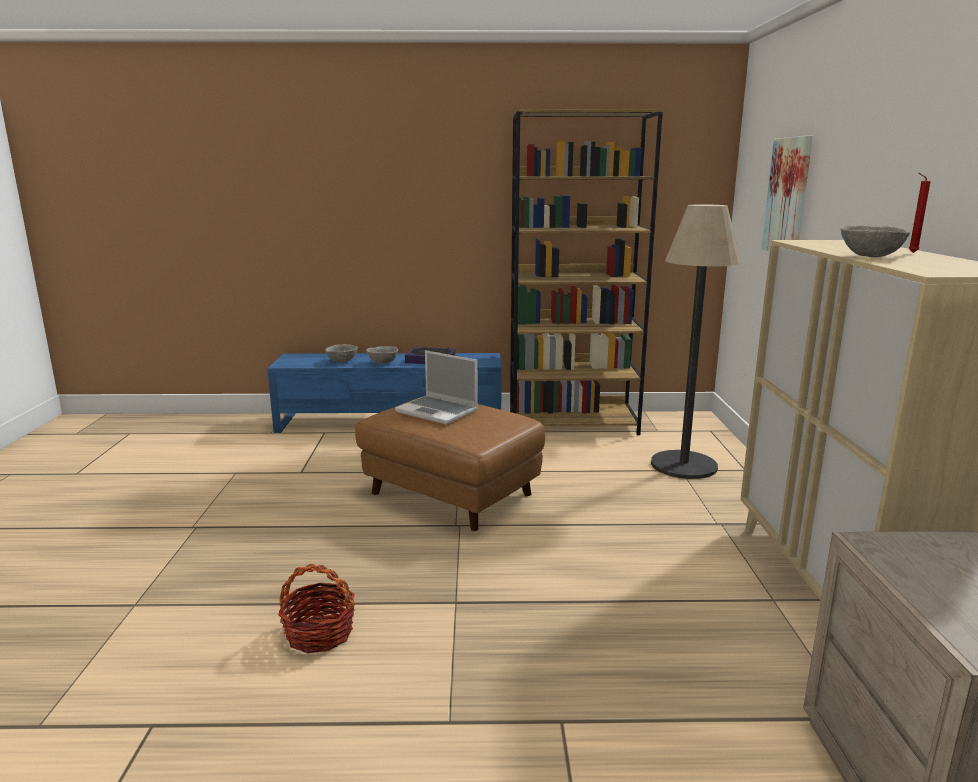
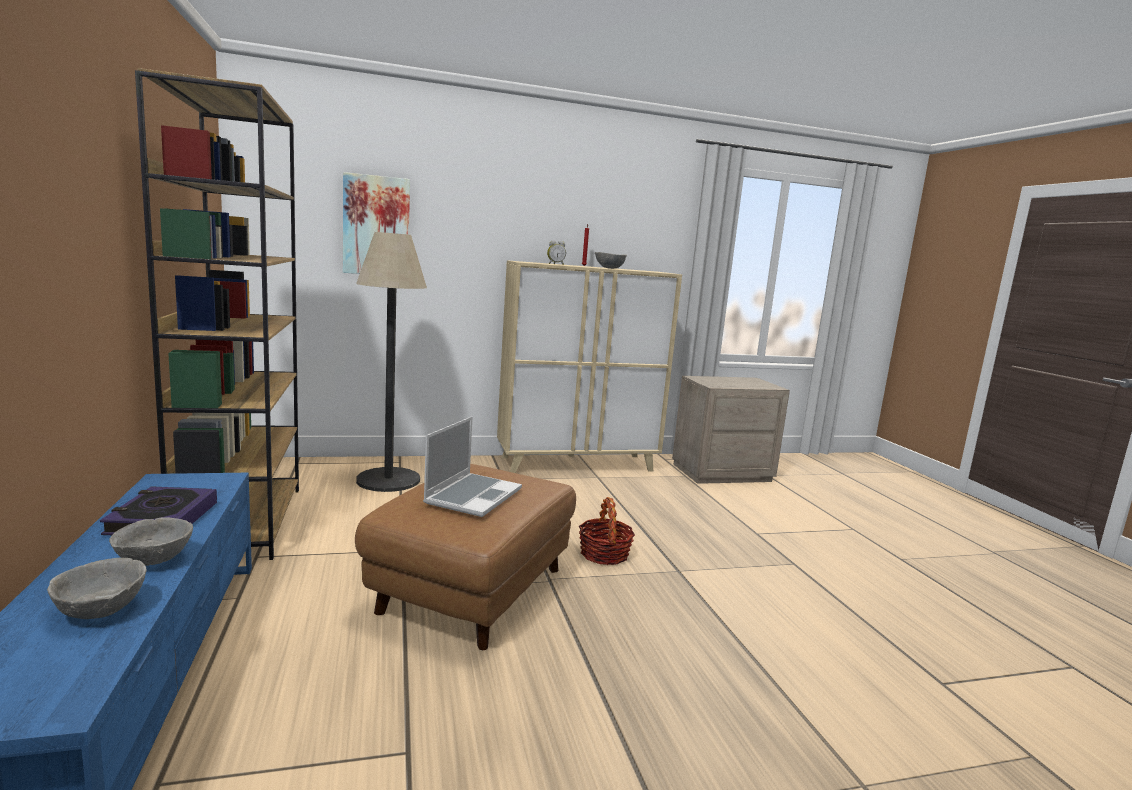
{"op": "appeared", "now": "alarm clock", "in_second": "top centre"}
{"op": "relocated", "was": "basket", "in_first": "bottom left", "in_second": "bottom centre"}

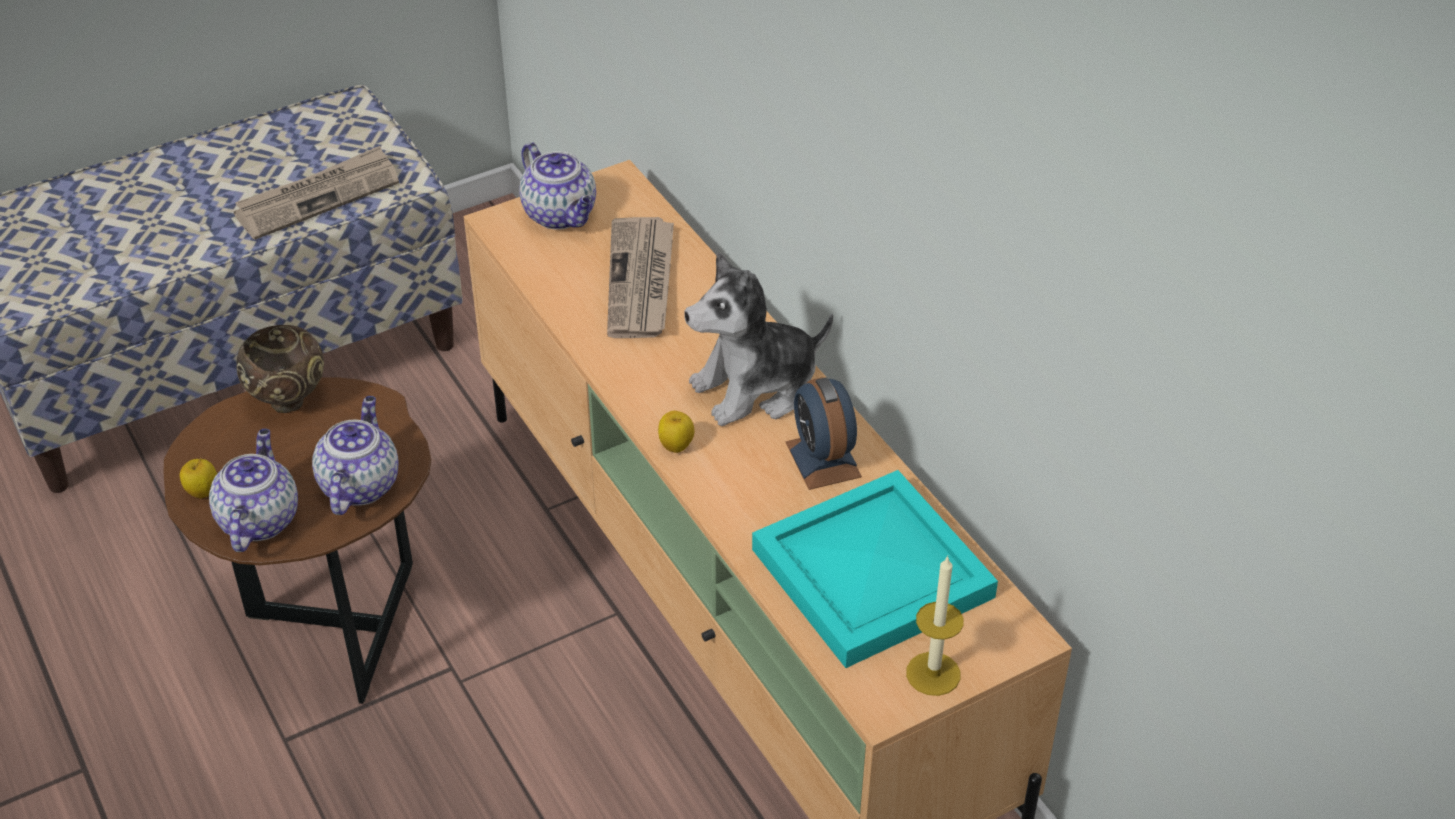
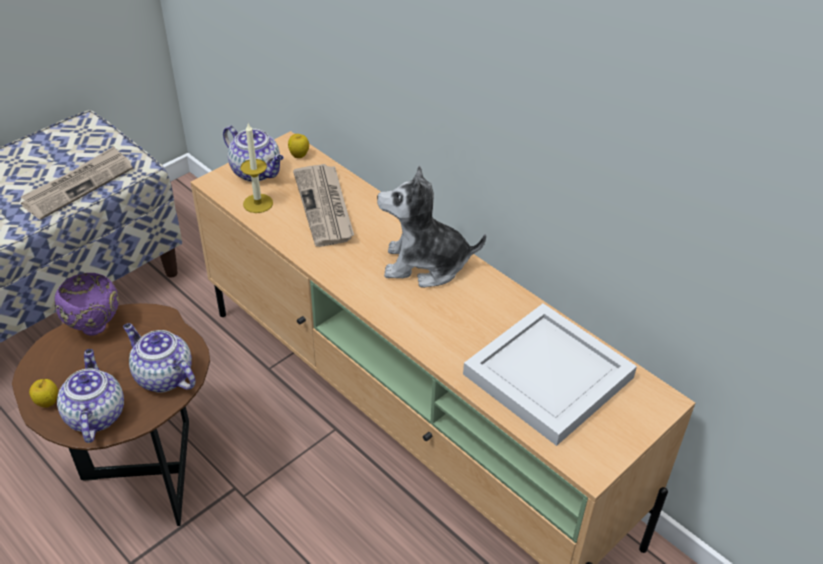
{"op": "colour", "was": "bowl (brown)", "now": "bowl (purple)", "in_first": "middle left", "in_second": "middle left"}
{"op": "spun", "was": "teapot (no. 2 from left)", "in_first": "middle left", "in_second": "middle left", "clockwise": -45}
{"op": "relocated", "was": "candle", "in_first": "bottom centre", "in_second": "top left"}
{"op": "relocated", "was": "apple (no. 2 from left)", "in_first": "centre", "in_second": "top centre"}
{"op": "spun", "was": "plush toy", "in_first": "centre", "in_second": "centre", "clockwise": 45}
{"op": "colour", "was": "tray (turquoise)", "now": "tray (white)", "in_first": "bottom centre", "in_second": "middle right"}
{"op": "missing", "was": "alarm clock", "in_first": "centre"}

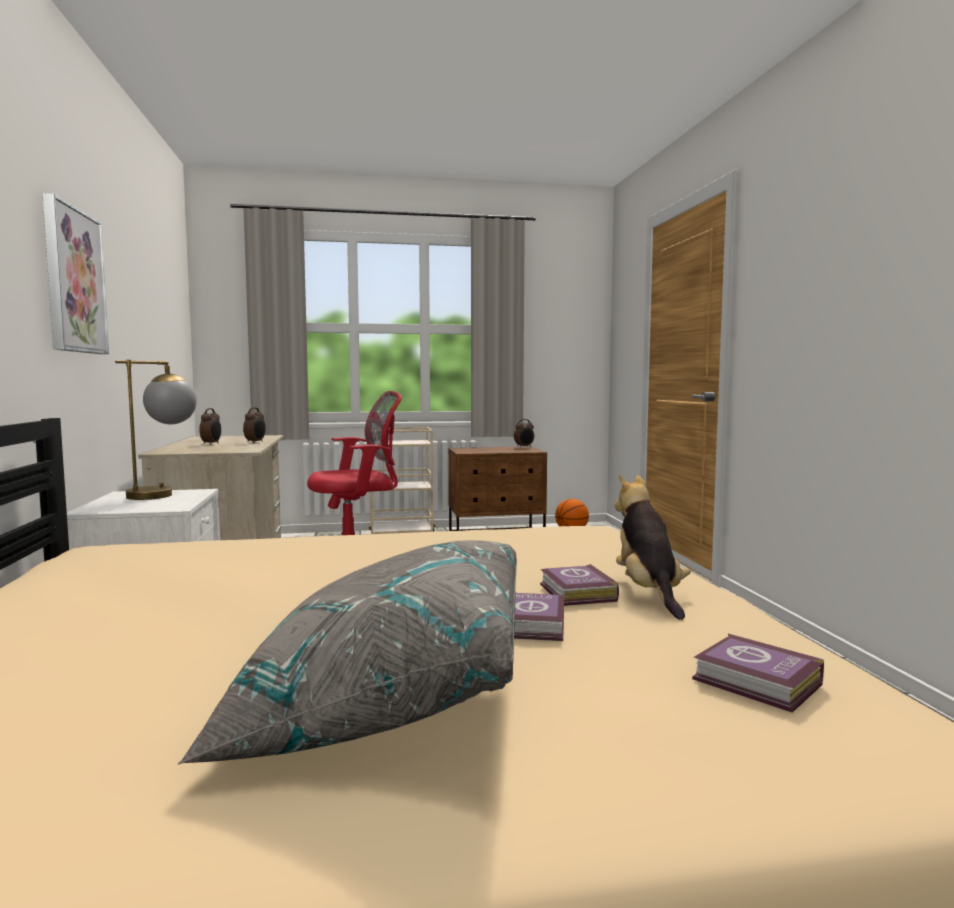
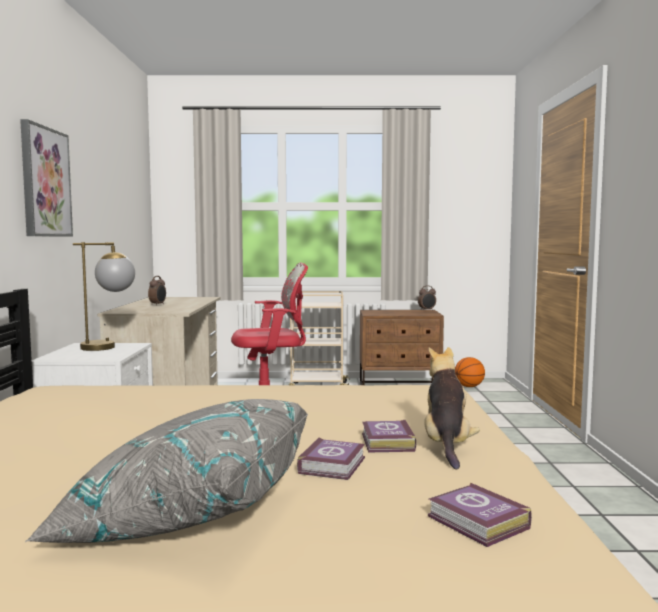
{"op": "missing", "was": "alarm clock (no. 2 from left)", "in_first": "middle left"}

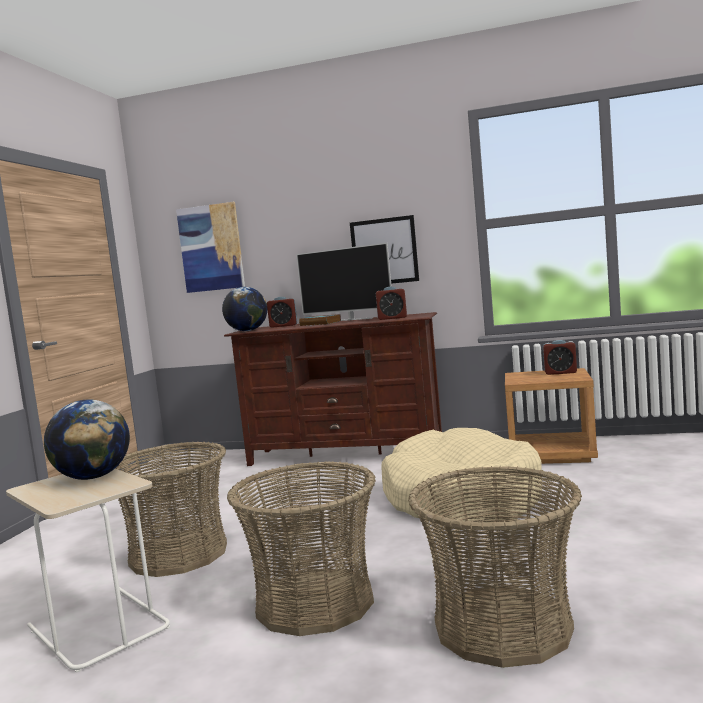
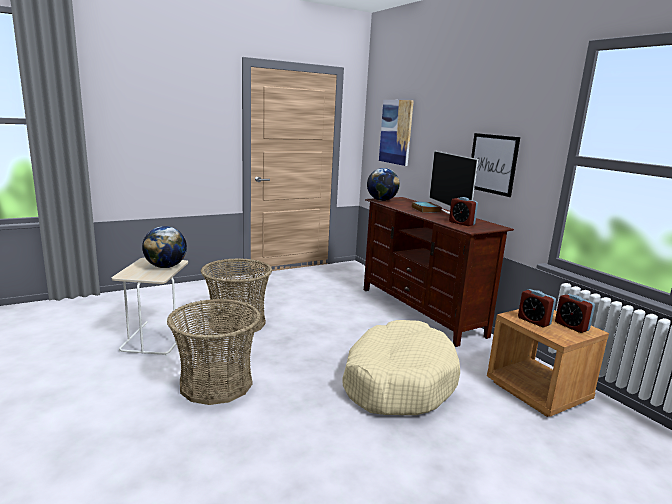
{"op": "relocated", "was": "alarm clock (no. 1 from left in the first image)", "now": "alarm clock (no. 2 from left)", "in_first": "centre", "in_second": "middle right"}
{"op": "missing", "was": "basket (no. 3 from left)", "in_first": "bottom right"}

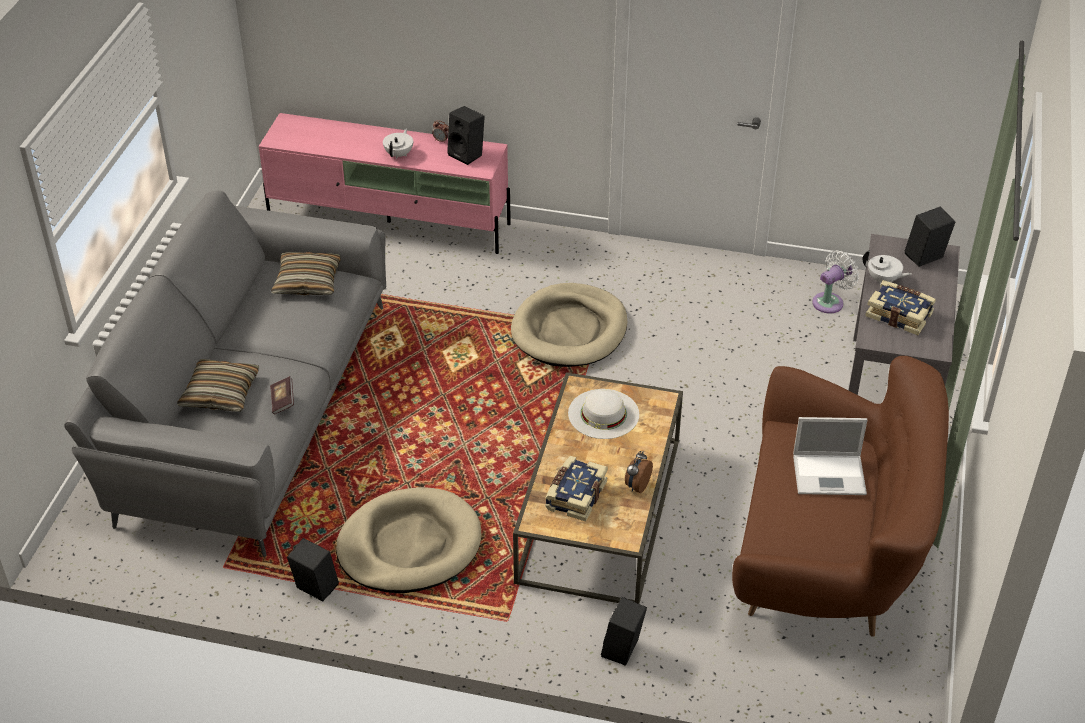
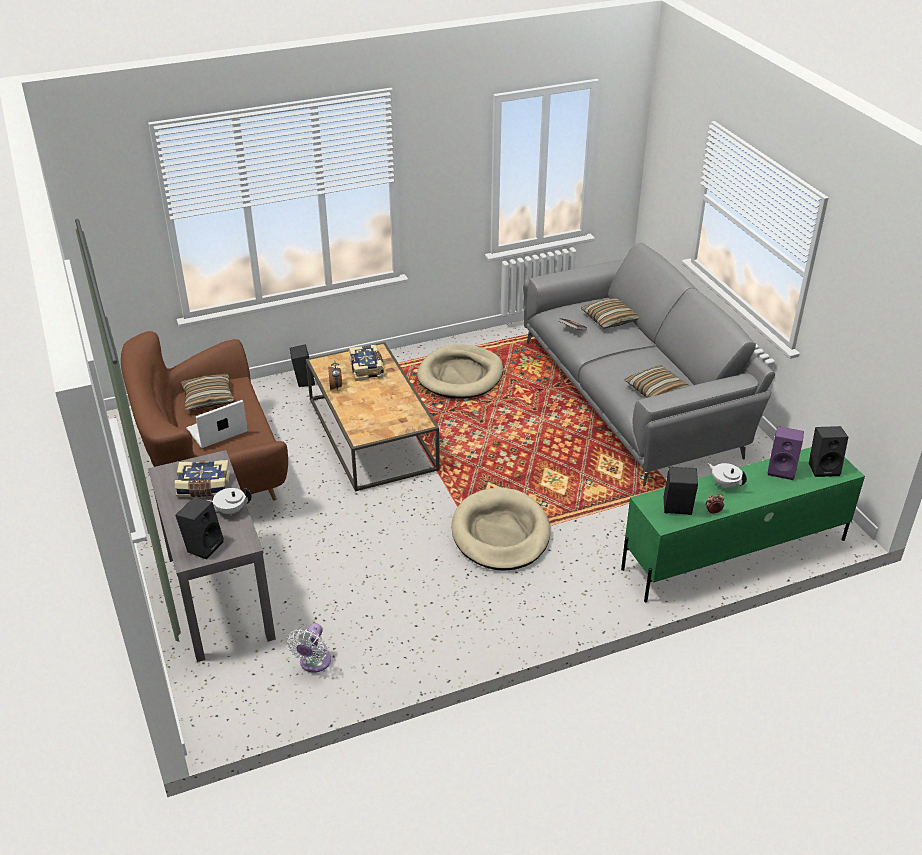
{"op": "appeared", "now": "pillow (no. 1 from left)", "in_second": "middle left"}
{"op": "colour", "was": "tv stand (pink)", "now": "tv stand (green)", "in_first": "top centre", "in_second": "middle right"}
{"op": "spun", "was": "teapot (white) (no. 1 from left in the first image)", "in_first": "top centre", "in_second": "middle right", "clockwise": 150}
{"op": "appeared", "now": "speaker (purple)", "in_second": "middle right"}
{"op": "relocated", "was": "speaker (black) (no. 1 from left in the first image)", "now": "speaker (black) (no. 4 from left)", "in_first": "bottom left", "in_second": "middle right"}
{"op": "missing", "was": "hat (white)", "in_first": "centre"}

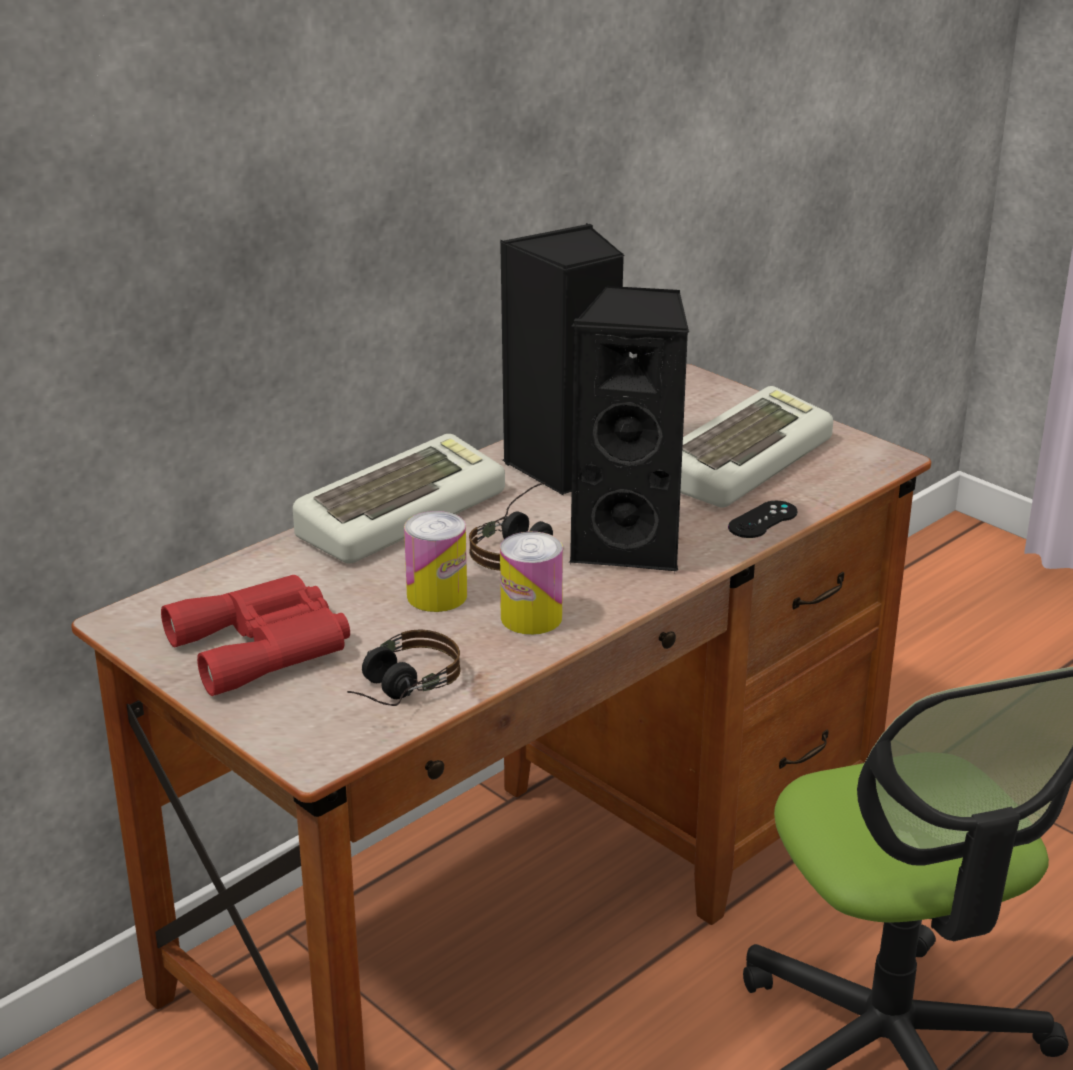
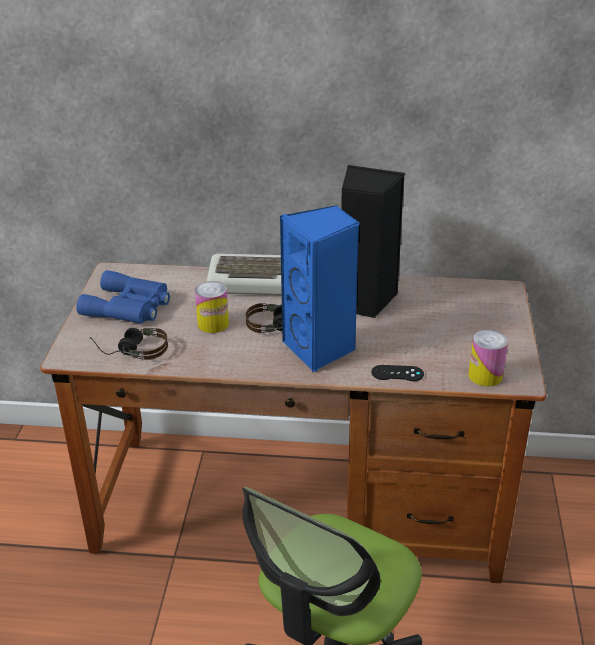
{"op": "colour", "was": "binoculars (red)", "now": "binoculars (blue)", "in_first": "middle left", "in_second": "middle left"}
{"op": "colour", "was": "speaker (black) (no. 2 from left)", "now": "speaker (blue)", "in_first": "centre", "in_second": "centre"}
{"op": "relocated", "was": "can (no. 2 from left)", "in_first": "centre", "in_second": "middle right"}
{"op": "missing", "was": "keyboard (no. 2 from left)", "in_first": "middle right"}

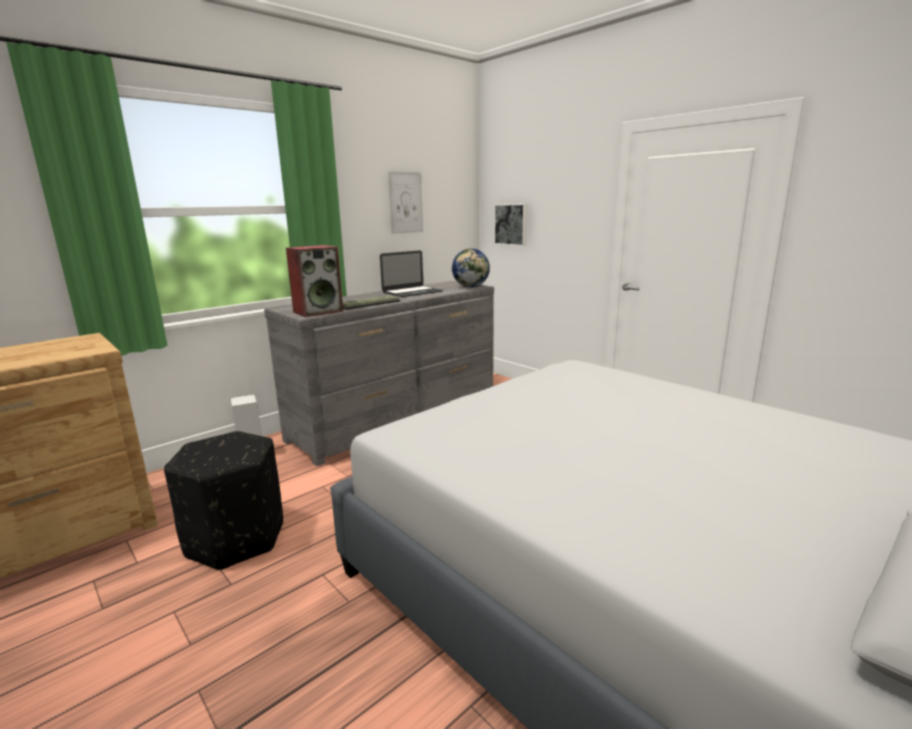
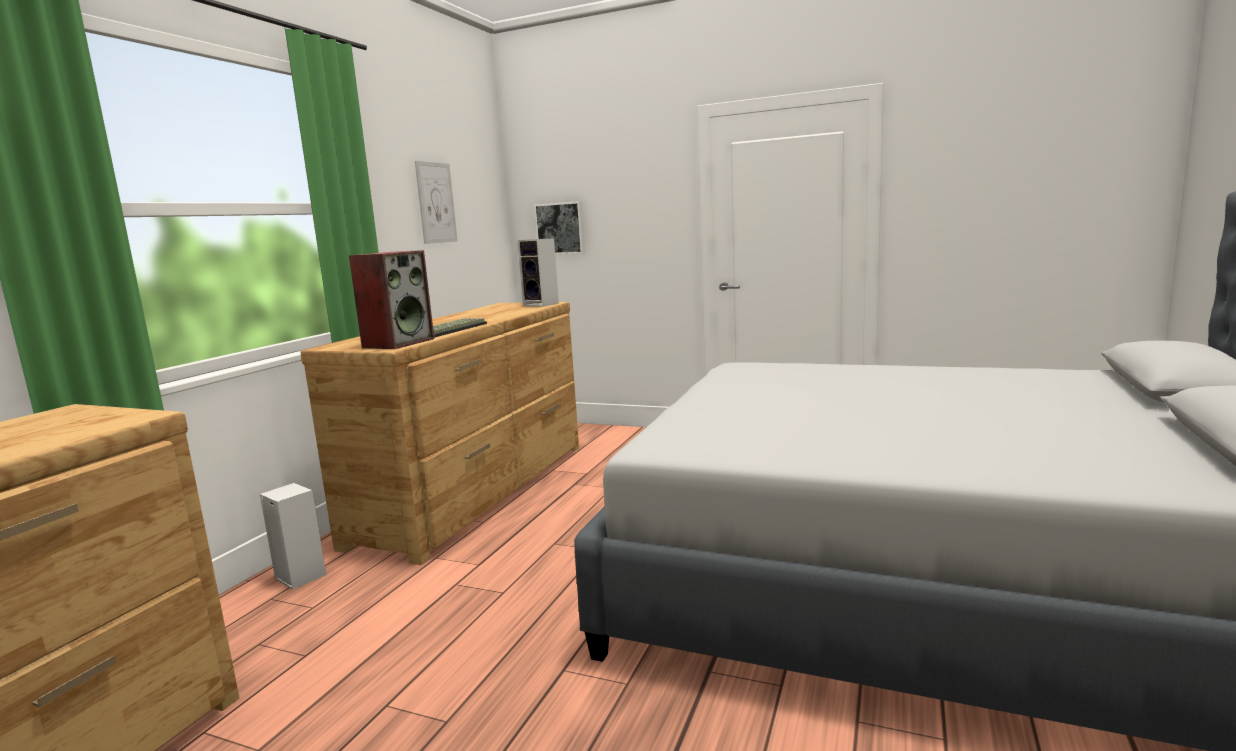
{"op": "colour", "was": "dresser (grey)", "now": "dresser (brown) (no. 2 from left)", "in_first": "centre", "in_second": "centre"}
{"op": "exchanged", "was": "globe", "now": "speaker (no. 3 from left)", "in_first": "centre", "in_second": "centre"}
{"op": "missing", "was": "ottoman (black)", "in_first": "bottom left"}
{"op": "missing", "was": "laptop", "in_first": "centre"}

